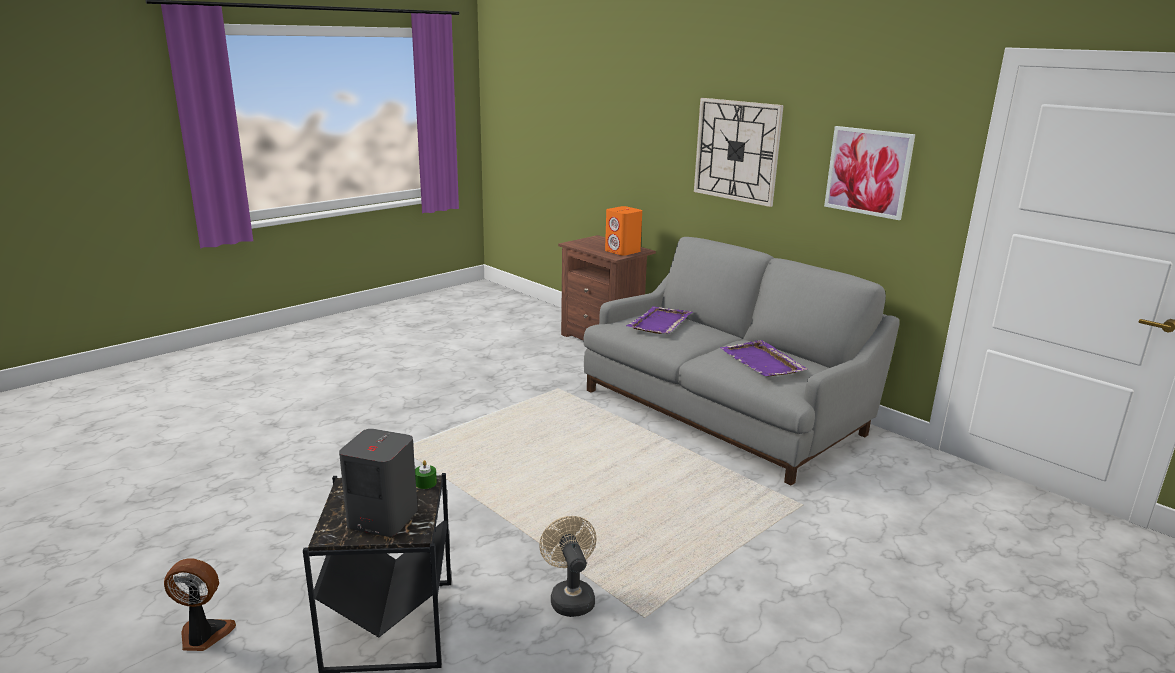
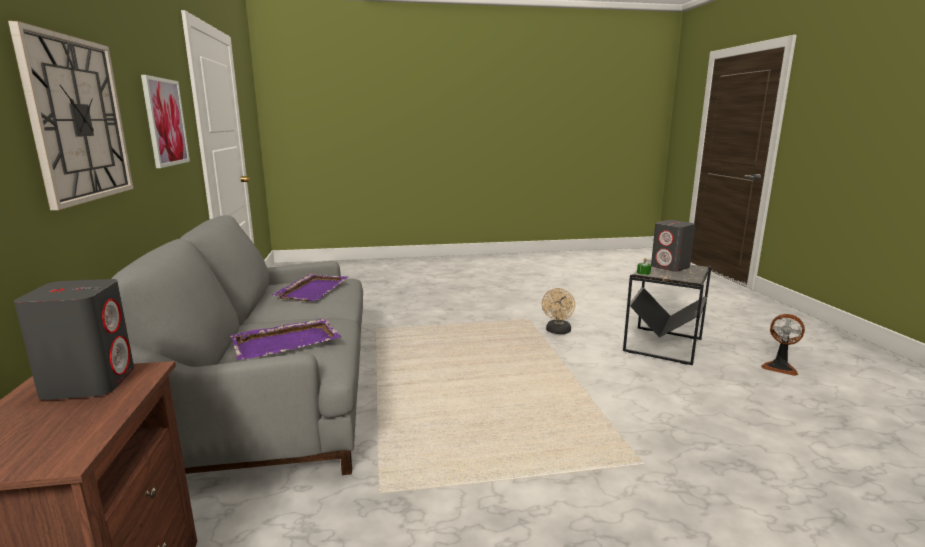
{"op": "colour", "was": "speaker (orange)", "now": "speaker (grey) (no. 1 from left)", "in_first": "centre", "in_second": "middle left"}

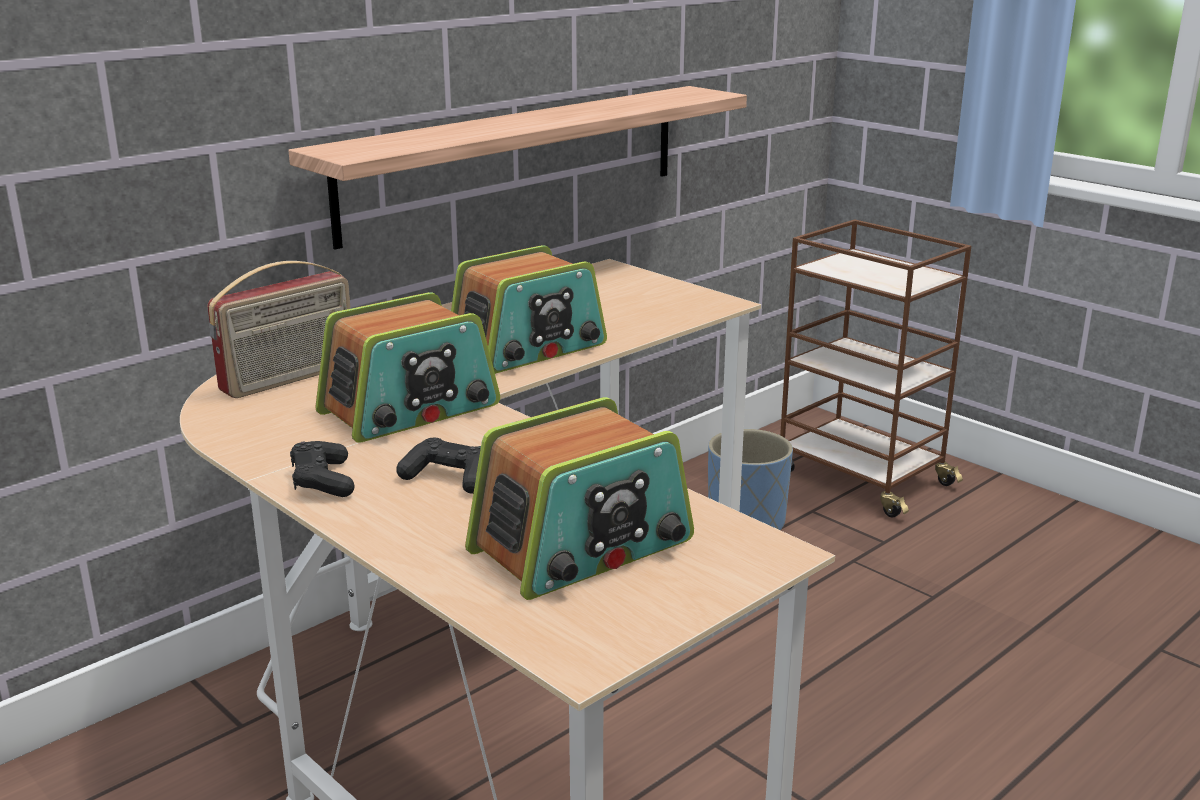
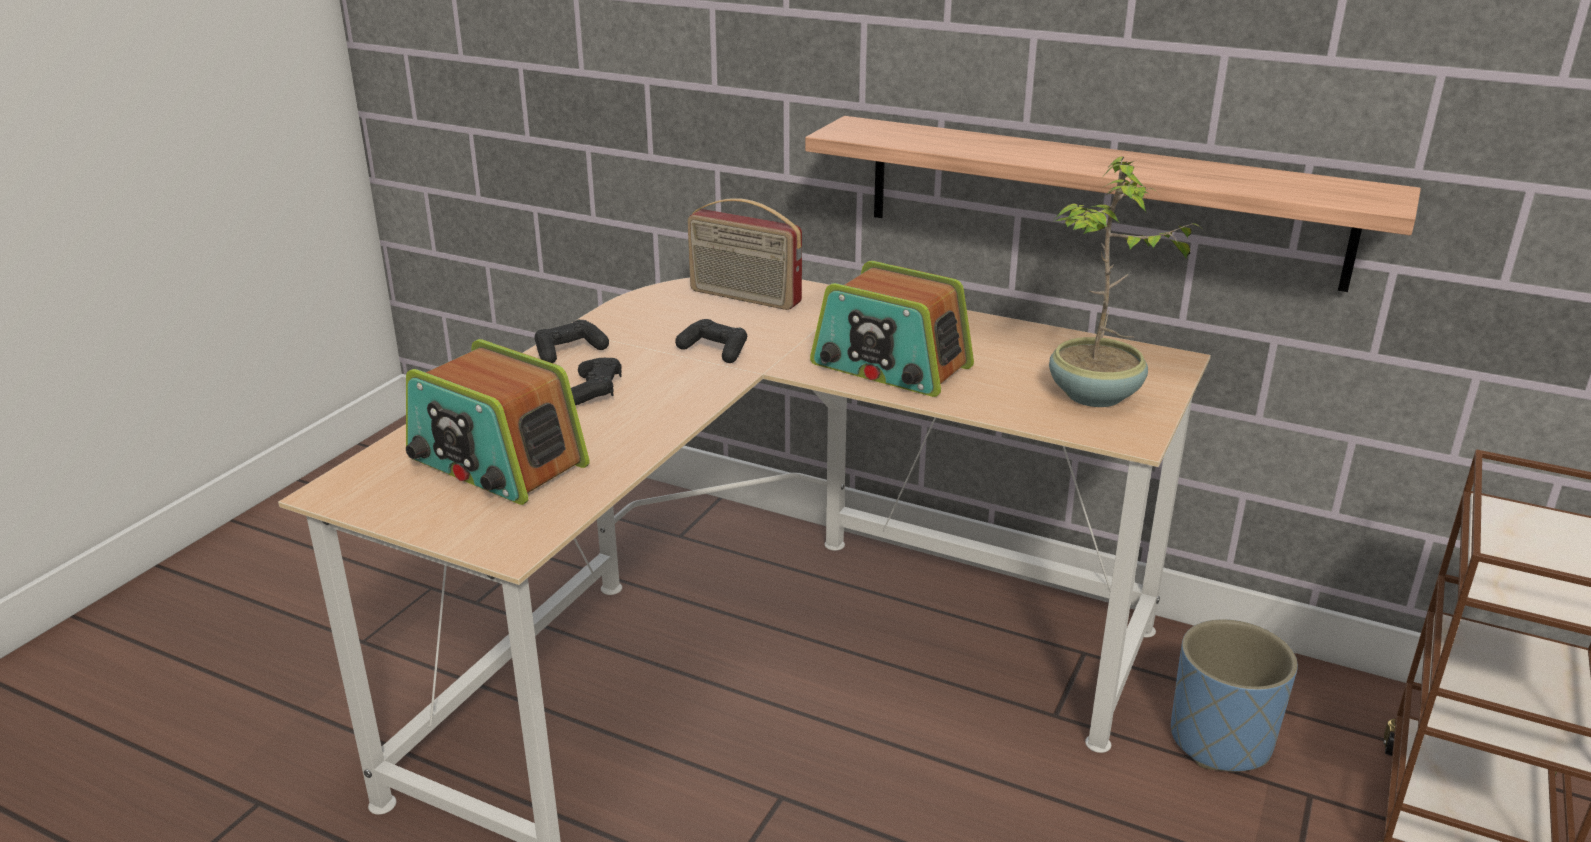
{"op": "exchanged", "was": "radio (no. 2 from left)", "now": "game controller (black) (no. 3 from left)", "in_first": "centre", "in_second": "centre"}
{"op": "appeared", "now": "potted plant", "in_second": "middle right"}

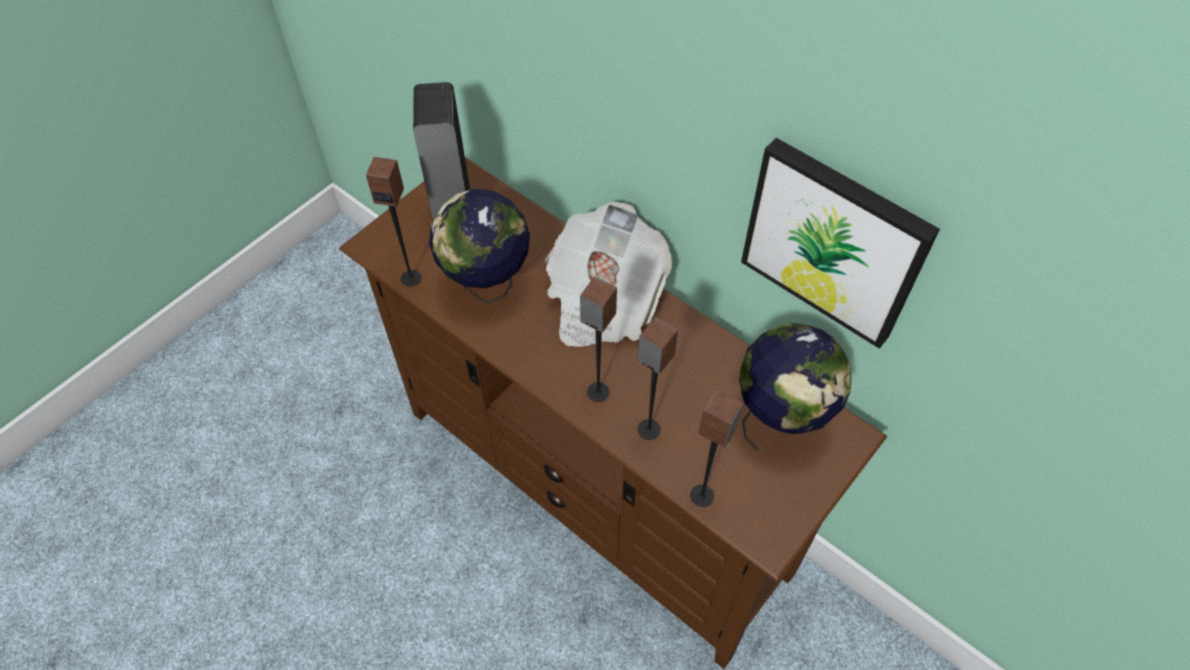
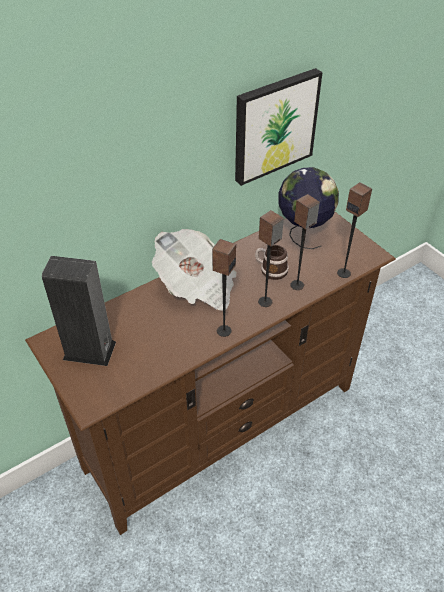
{"op": "relocated", "was": "speaker (no. 1 from left in the first image)", "now": "speaker (no. 2 from left)", "in_first": "top left", "in_second": "centre"}
{"op": "appeared", "now": "mug", "in_second": "centre"}
{"op": "missing", "was": "globe (no. 1 from left)", "in_first": "centre"}

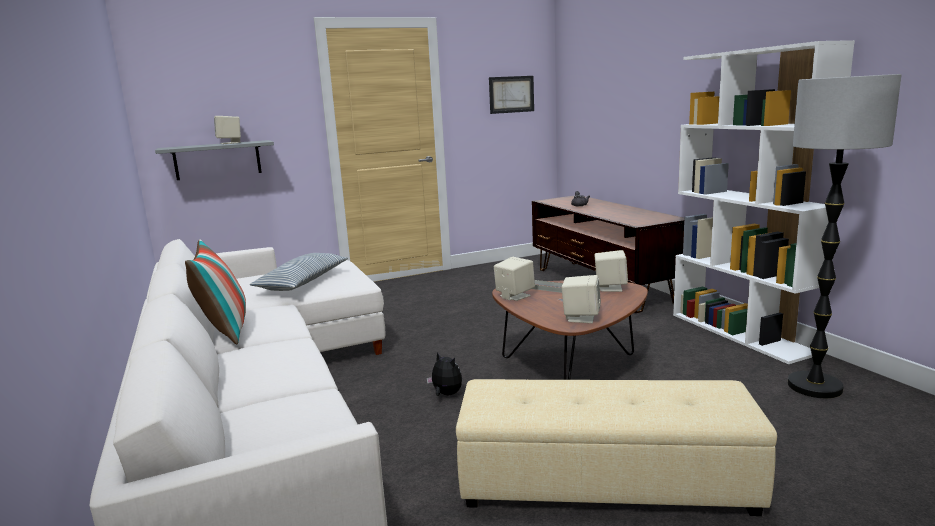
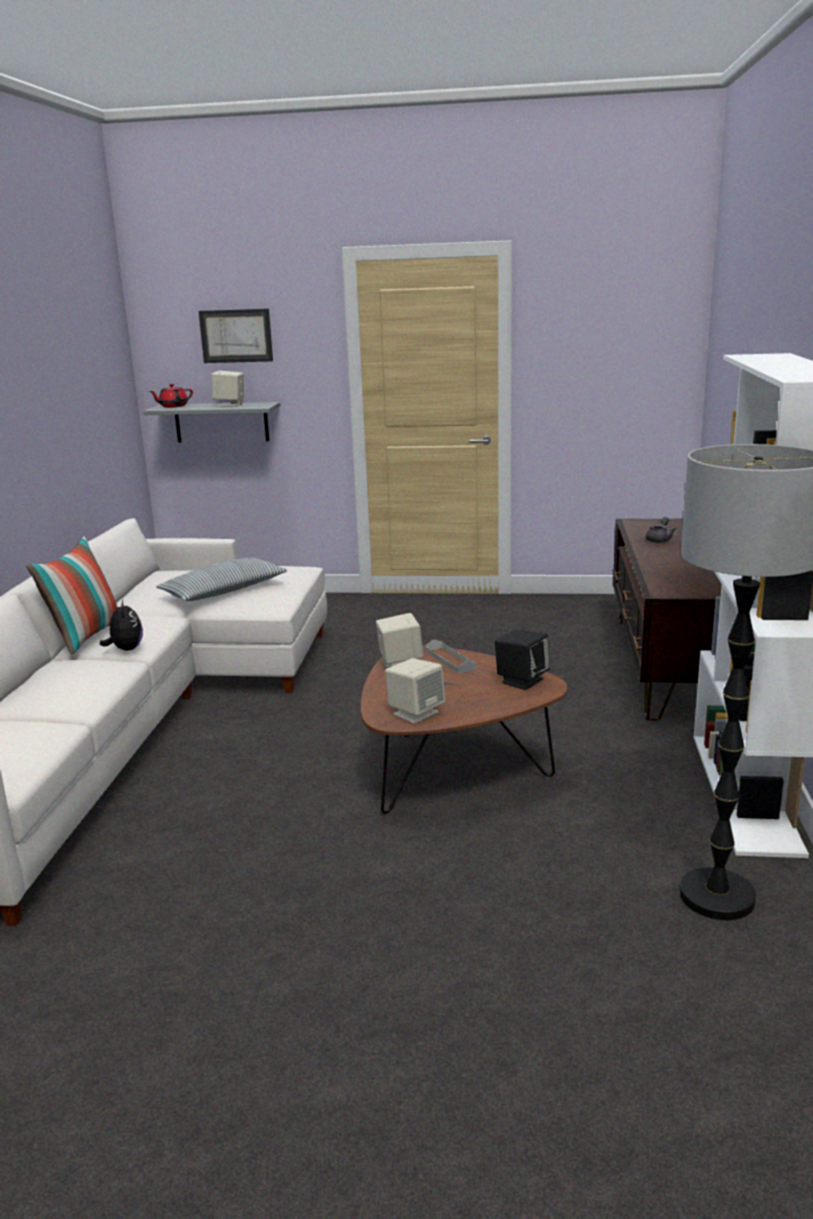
{"op": "relocated", "was": "plush toy", "in_first": "bottom centre", "in_second": "middle left"}
{"op": "appeared", "now": "teapot (red)", "in_second": "top left"}
{"op": "relocated", "was": "picture", "in_first": "top centre", "in_second": "top left"}
{"op": "colour", "was": "speaker (beige) (no. 4 from left)", "now": "speaker (black)", "in_first": "centre", "in_second": "centre"}
{"op": "missing", "was": "ottoman (beige)", "in_first": "bottom centre"}

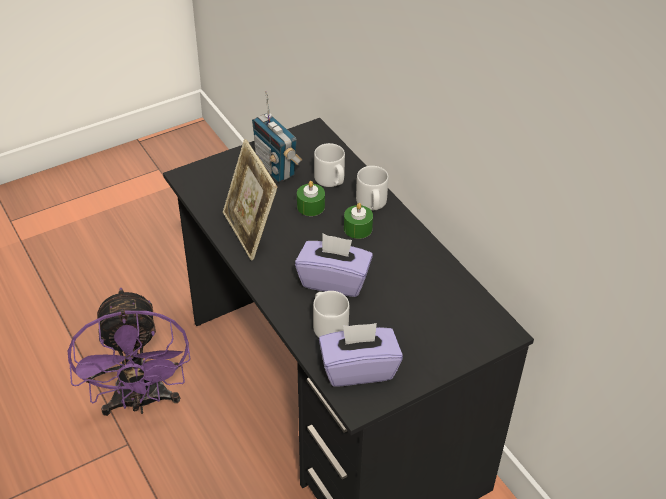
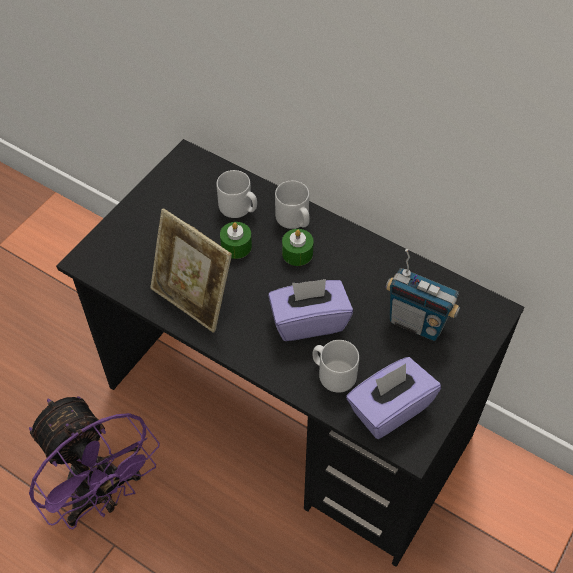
{"op": "relocated", "was": "radio", "in_first": "top centre", "in_second": "middle right"}

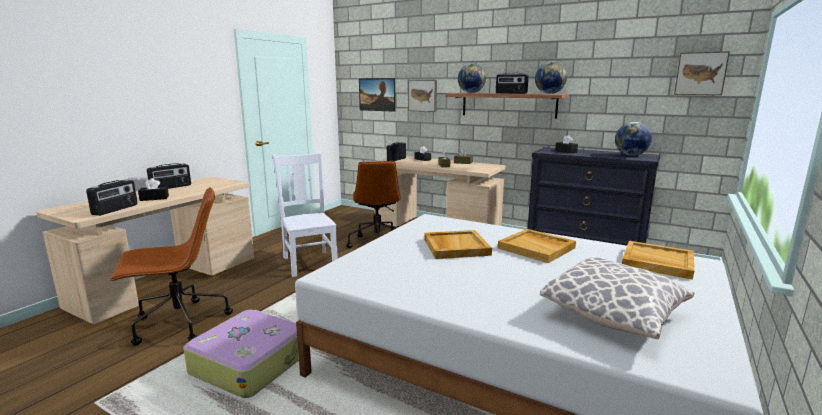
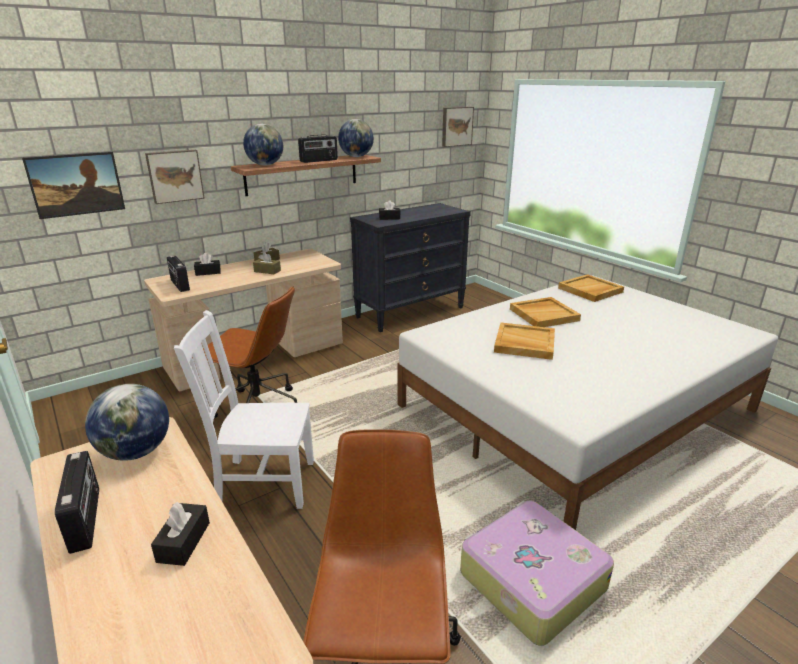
{"op": "relocated", "was": "globe (no. 3 from left in the first image)", "now": "globe (no. 1 from left)", "in_first": "middle right", "in_second": "middle left"}
{"op": "missing", "was": "radio (no. 1 from left)", "in_first": "middle left"}
{"op": "missing", "was": "pillow", "in_first": "bottom right"}

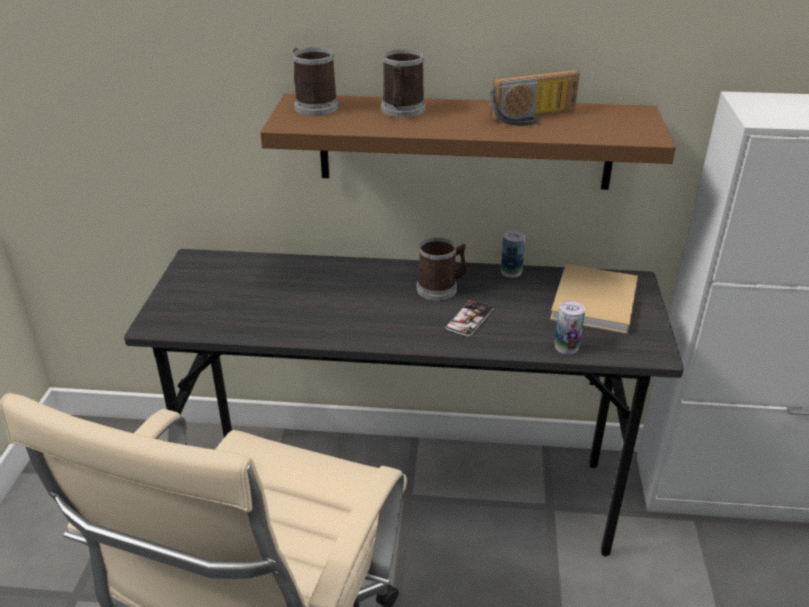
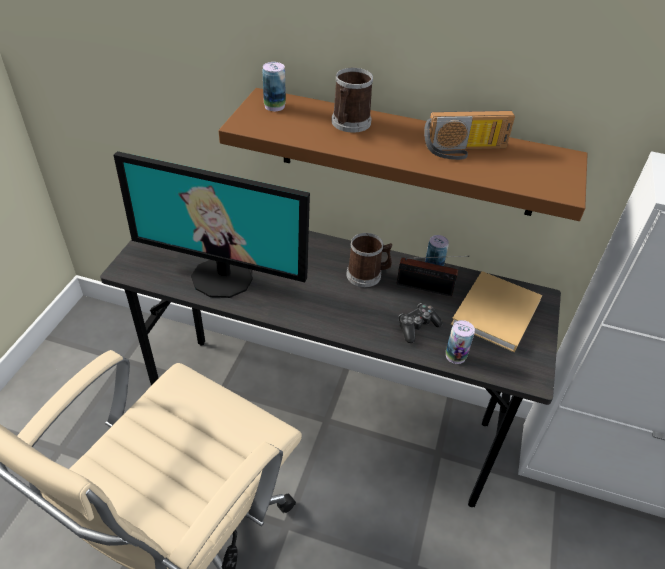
{"op": "appeared", "now": "monitor", "in_second": "middle left"}
{"op": "exchanged", "was": "mug (no. 1 from left)", "now": "can (no. 1 from left)", "in_first": "top centre", "in_second": "top centre"}
{"op": "appeared", "now": "radio (no. 1 from left)", "in_second": "centre"}
{"op": "appeared", "now": "game controller", "in_second": "centre"}
{"op": "missing", "was": "phone", "in_first": "centre"}

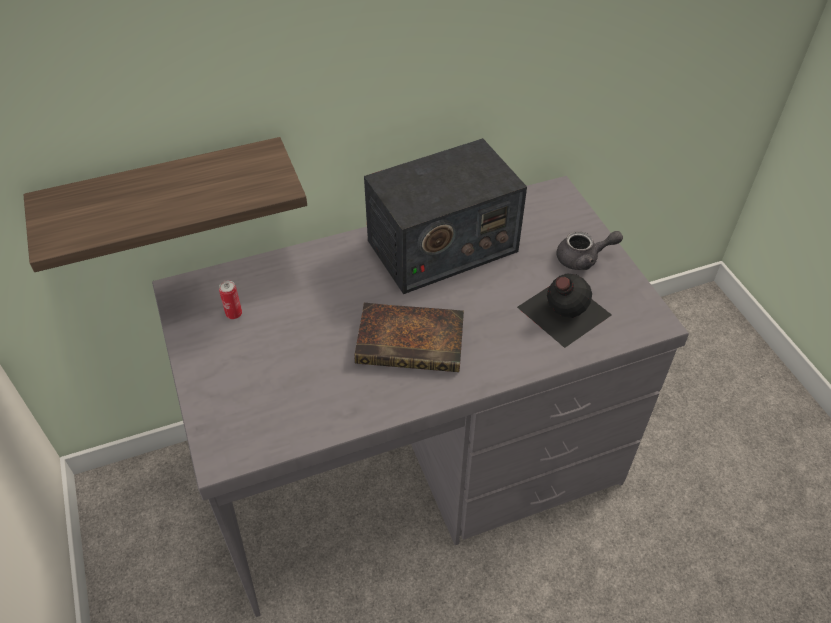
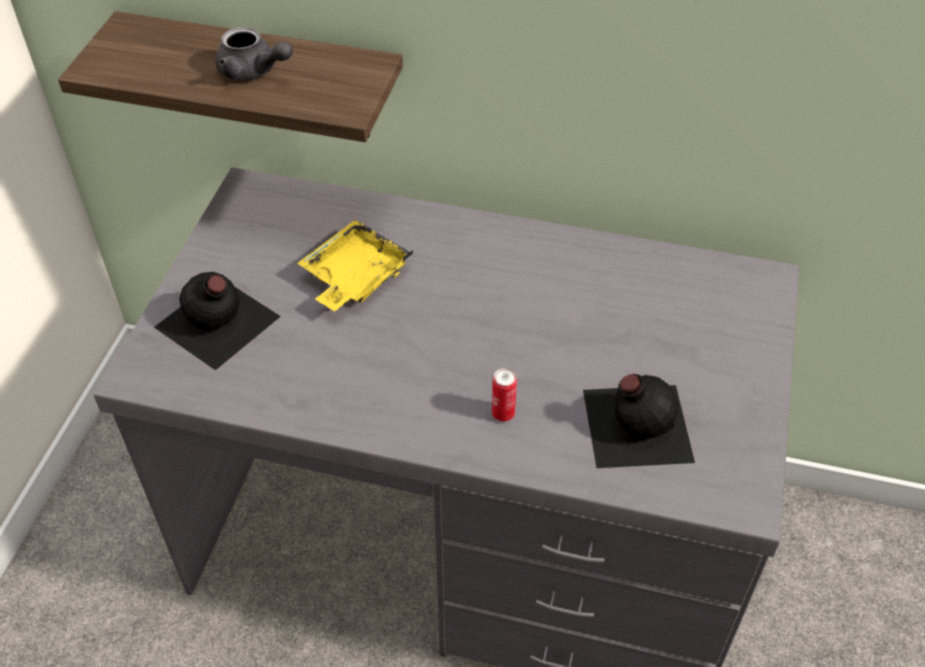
{"op": "appeared", "now": "bottle (black) (no. 1 from left)", "in_second": "middle left"}
{"op": "relocated", "was": "teapot (grey)", "in_first": "middle right", "in_second": "top left"}
{"op": "appeared", "now": "tray (yellow)", "in_second": "centre"}
{"op": "relocated", "was": "can", "in_first": "middle left", "in_second": "centre"}
{"op": "missing", "was": "book", "in_first": "centre"}
{"op": "missing", "was": "radio", "in_first": "centre"}

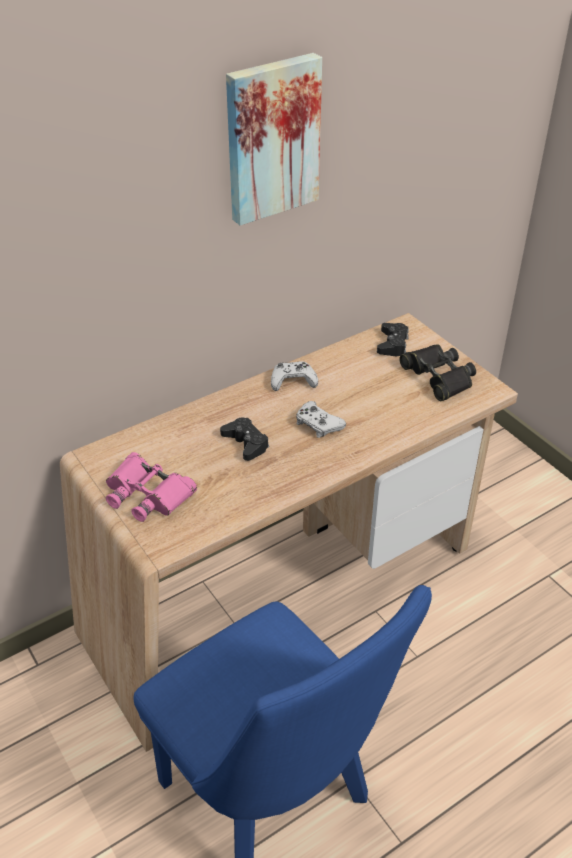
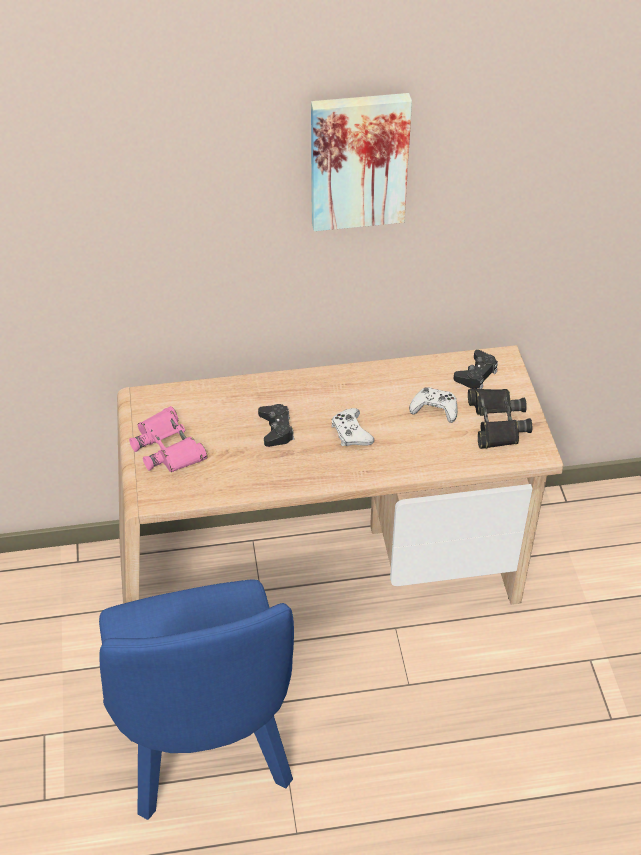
{"op": "relocated", "was": "game controller (white) (no. 1 from left in the first image)", "now": "game controller (white) (no. 2 from left)", "in_first": "centre", "in_second": "middle right"}

